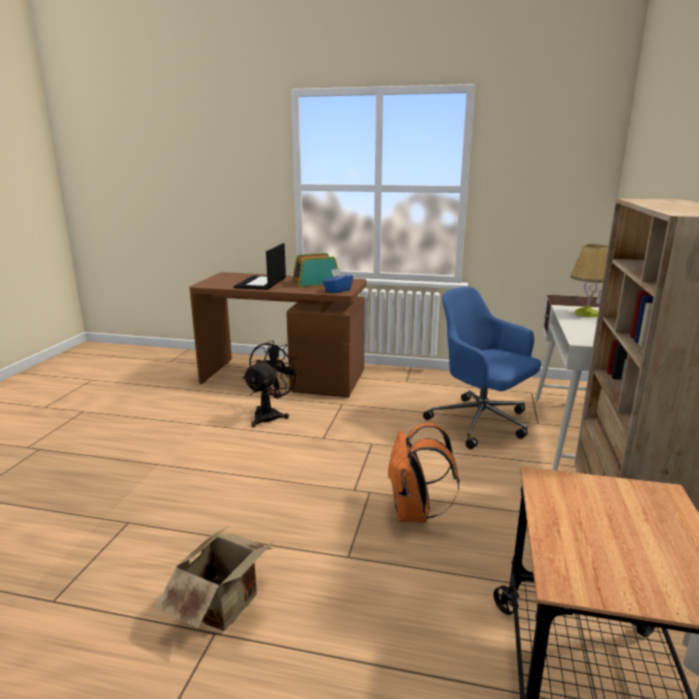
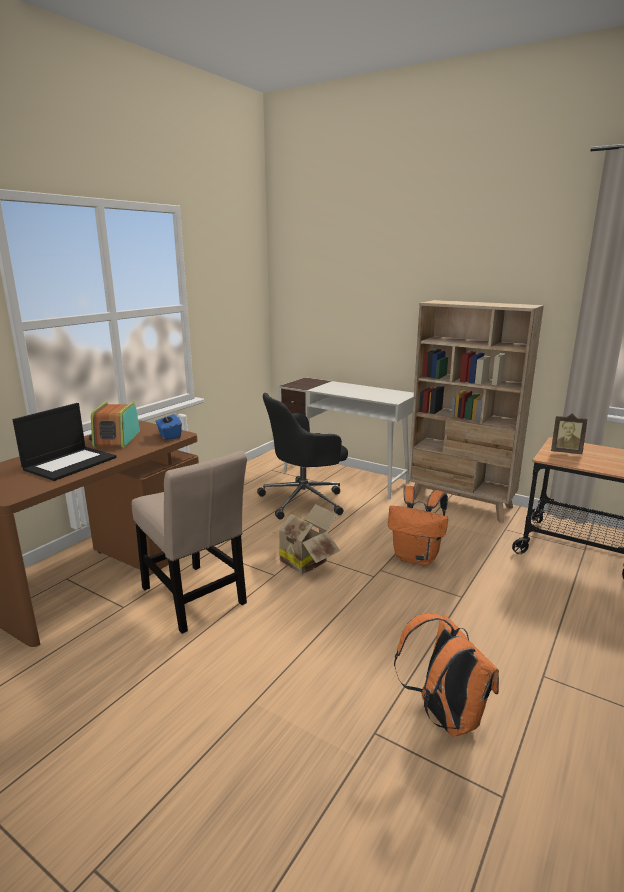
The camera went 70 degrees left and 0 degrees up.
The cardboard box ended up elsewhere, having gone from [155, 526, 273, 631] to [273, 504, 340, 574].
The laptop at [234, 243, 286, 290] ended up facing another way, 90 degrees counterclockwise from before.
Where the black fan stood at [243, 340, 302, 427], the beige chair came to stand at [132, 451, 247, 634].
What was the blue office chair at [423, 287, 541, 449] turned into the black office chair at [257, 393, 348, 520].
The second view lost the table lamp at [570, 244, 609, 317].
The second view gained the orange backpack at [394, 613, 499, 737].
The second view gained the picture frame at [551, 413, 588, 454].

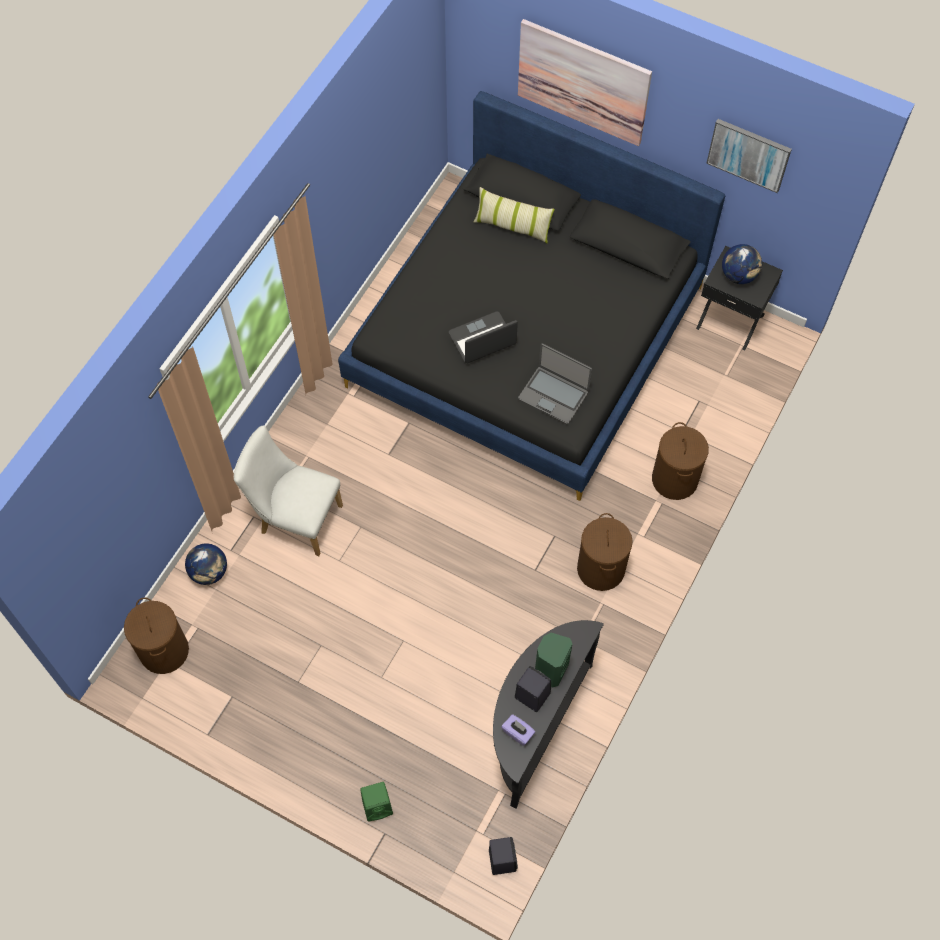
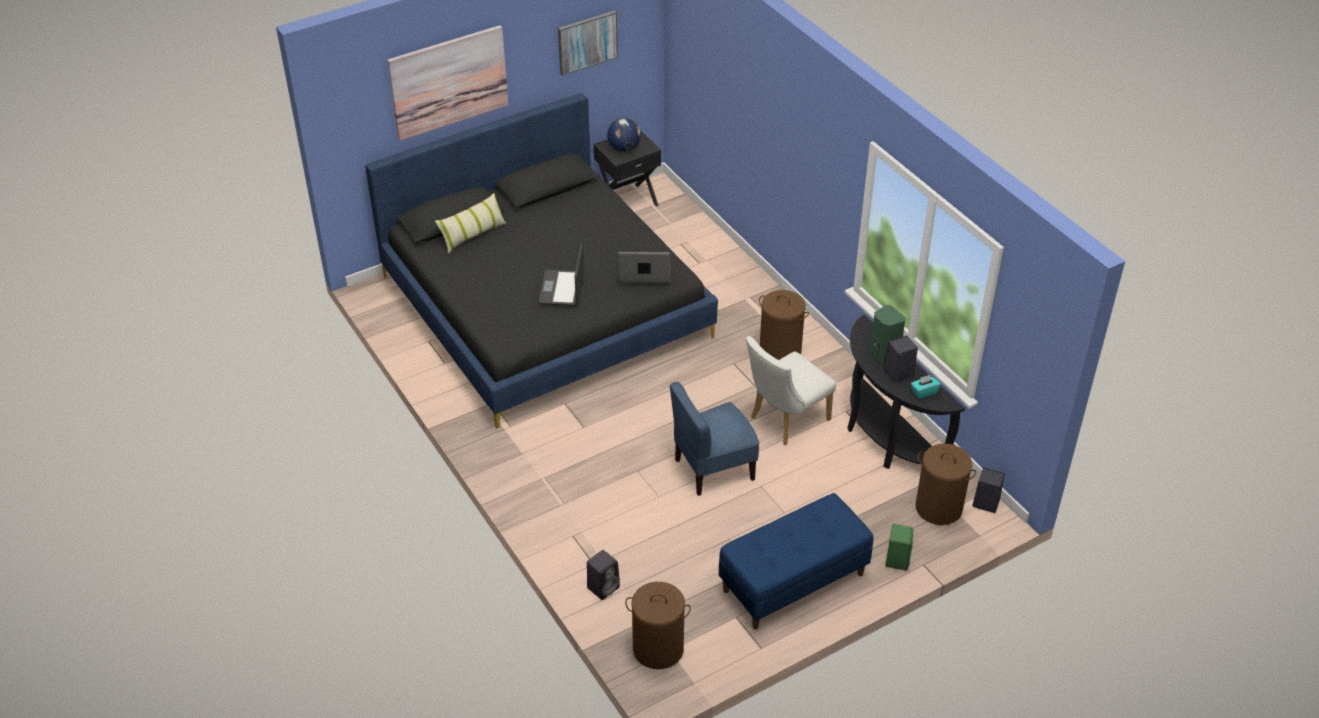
The camera went 60 degrees left and 20 degrees down.
Where the globe stood at [185, 544, 227, 585], the black speaker came to stand at [587, 550, 620, 600].
The white chair ended up elsewhere, having gone from [233, 425, 343, 556] to [746, 336, 836, 445].
What was the purple tissue box at [501, 714, 535, 746] turned into the turquoise tissue box at [911, 375, 941, 399].
The laptop at [518, 343, 592, 424] ended up facing another way, 150 degrees counterclockwise from before.
The brown laundry basket ended up elsewhere, having gone from [652, 422, 709, 500] to [915, 444, 976, 525].
The second view gained the blue chair at [670, 382, 759, 496].
The second view gained the blue bench at [719, 493, 873, 629].

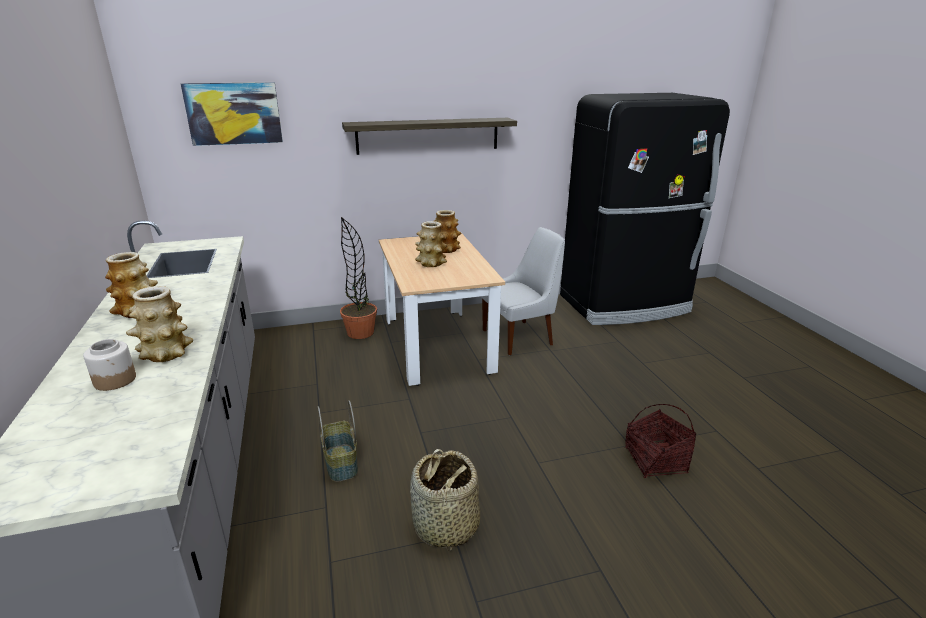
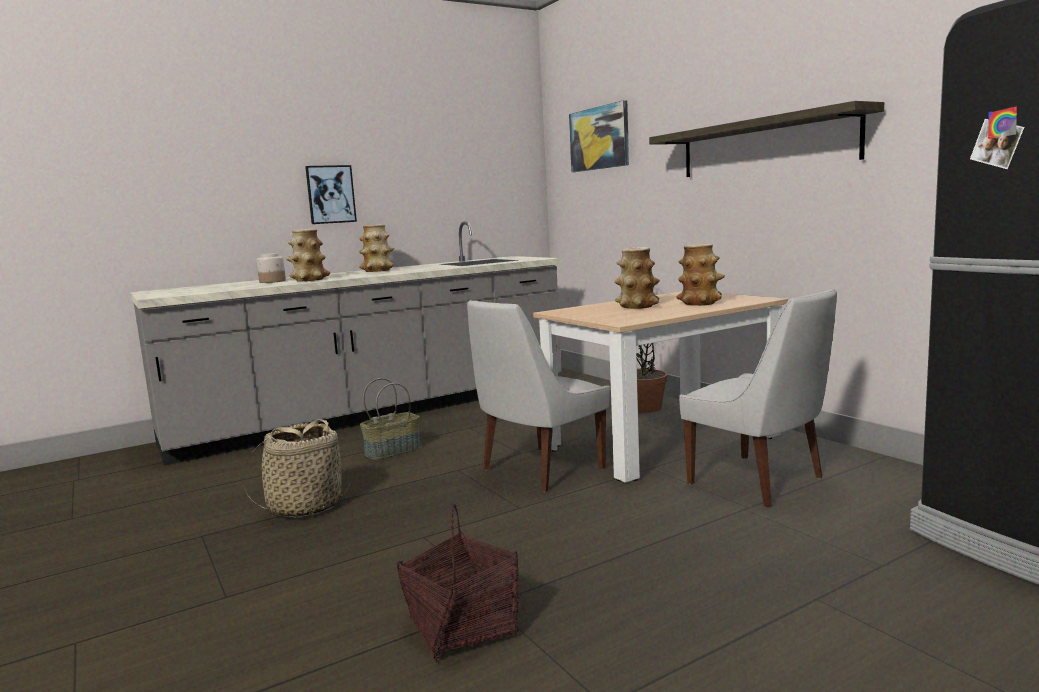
The camera went 75 degrees right and 15 degrees down.
The second view gained the picture at [305, 165, 357, 224].
The second view gained the white chair at [467, 300, 610, 492].

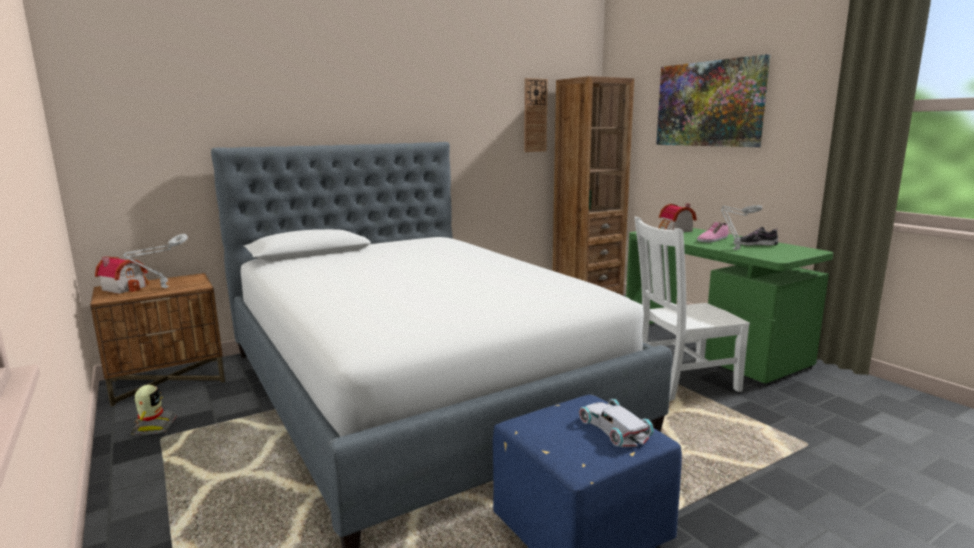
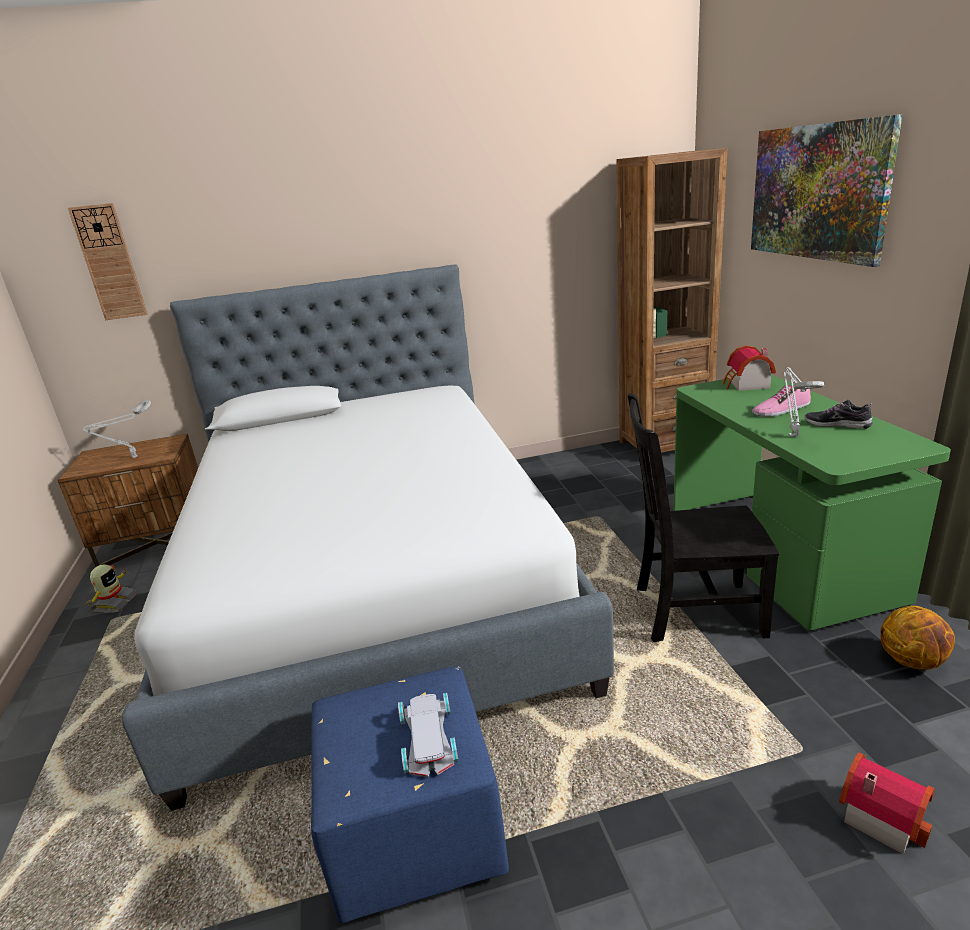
The camera went 20 degrees right and 10 degrees up.
The toy house ended up elsewhere, having gone from [95, 256, 149, 294] to [839, 752, 935, 854].
The wall clock ended up elsewhere, having gone from [524, 78, 548, 152] to [68, 203, 148, 320].
What was the white chair at [634, 217, 750, 401] turned into the black chair at [628, 393, 779, 642].
The second view gained the basketball at [880, 606, 955, 670].

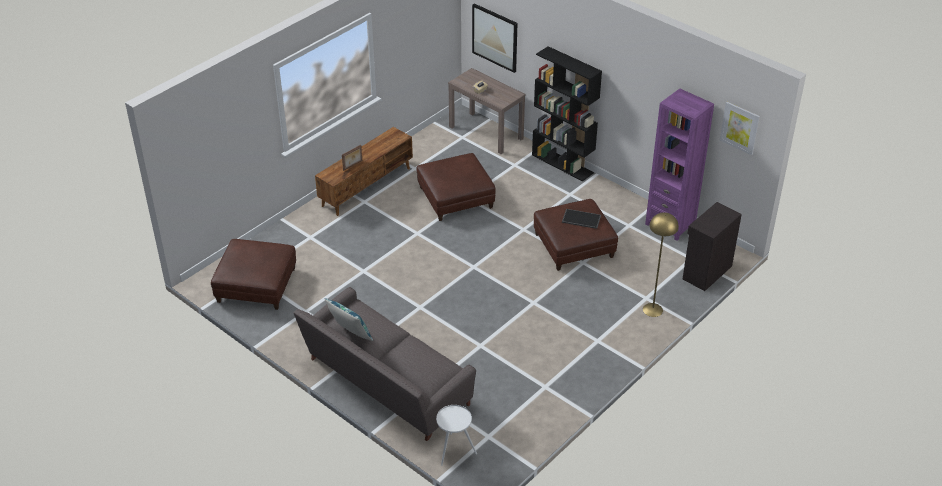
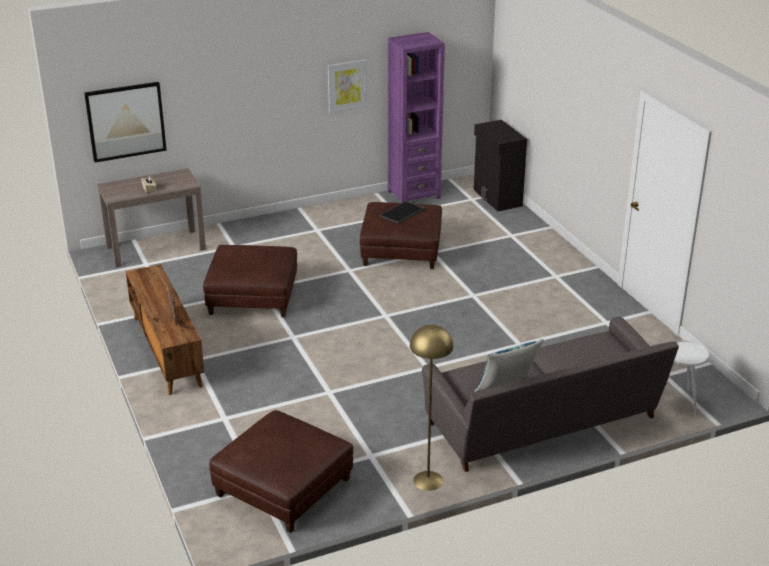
The camera went 65 degrees left and 10 degrees down.
The second view lost the black bookcase at [532, 46, 602, 182].
The yellow floor lamp ended up elsewhere, having gone from [643, 212, 679, 317] to [410, 325, 453, 491].
The picture ended up elsewhere, having gone from [720, 102, 760, 155] to [328, 60, 367, 113].

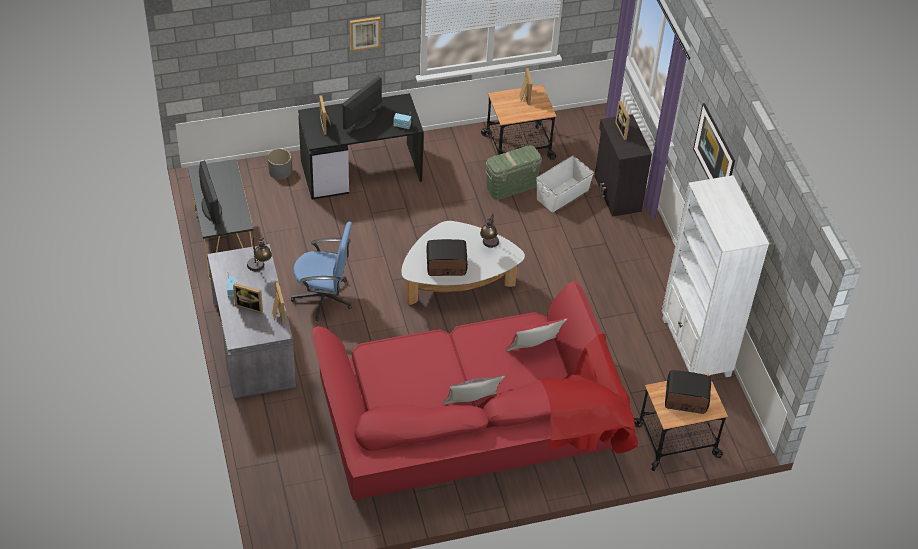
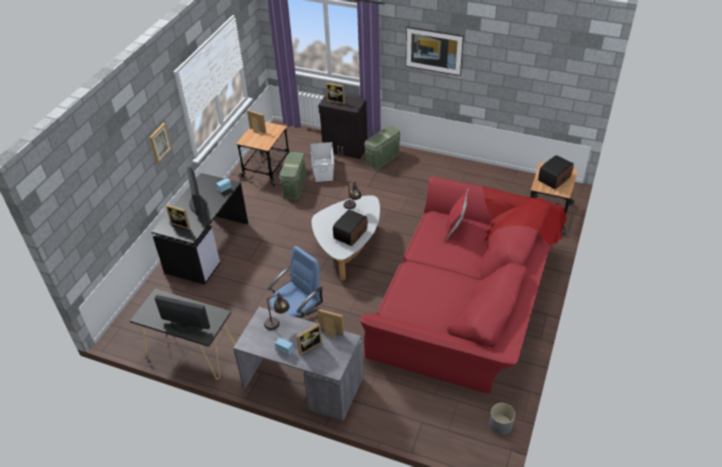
The camera went 50 degrees left and 5 degrees down.
The grey planter ended up elsewhere, having gone from [267, 149, 291, 180] to [489, 403, 515, 435].
The second view lost the grey pillow at [443, 375, 505, 404].
The second view lost the white bookcase at [662, 175, 769, 377].
The second view gained the green storage box at [364, 126, 400, 170].

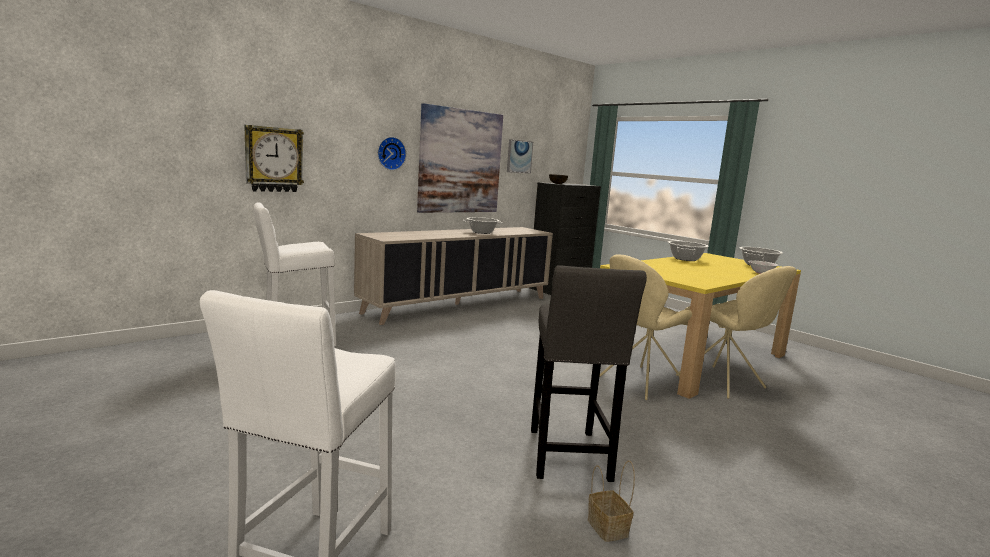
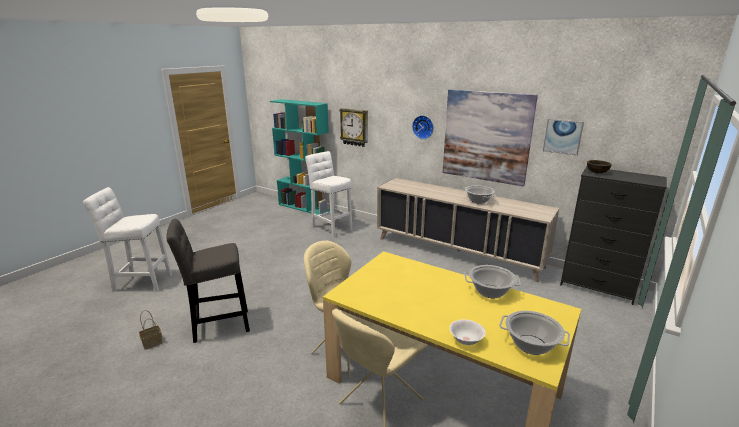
The camera went 75 degrees right and 10 degrees up.
The second view gained the turquoise bookcase at [270, 99, 330, 215].

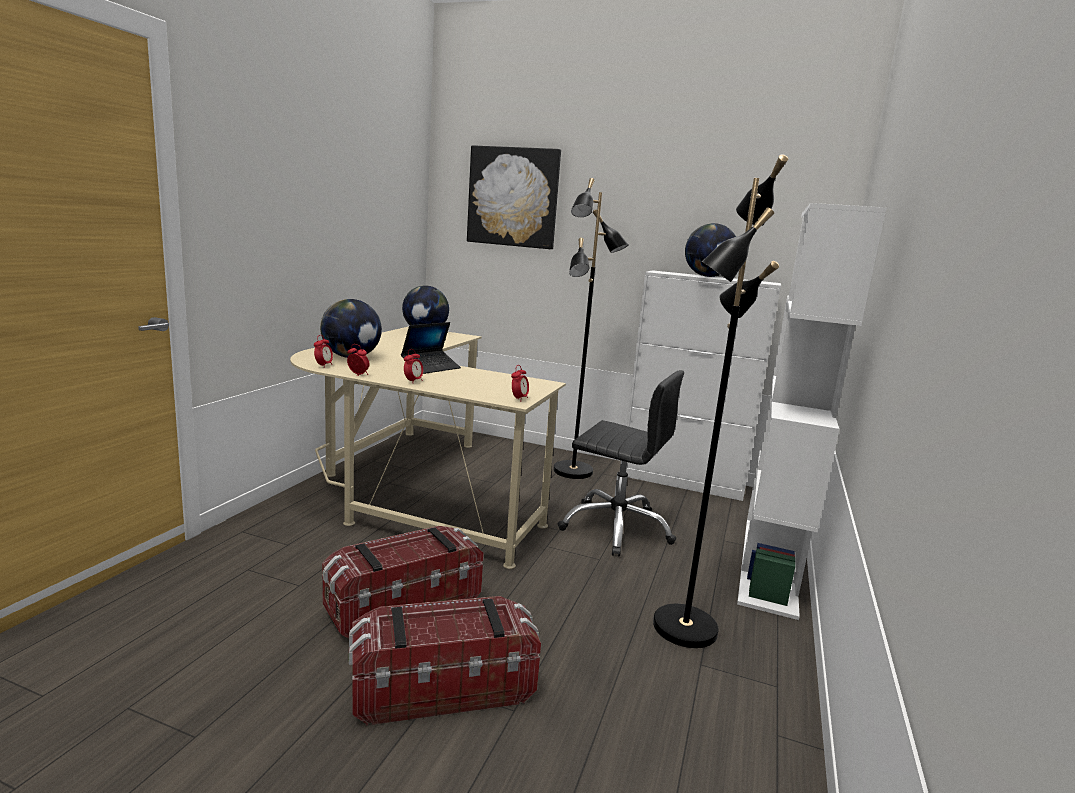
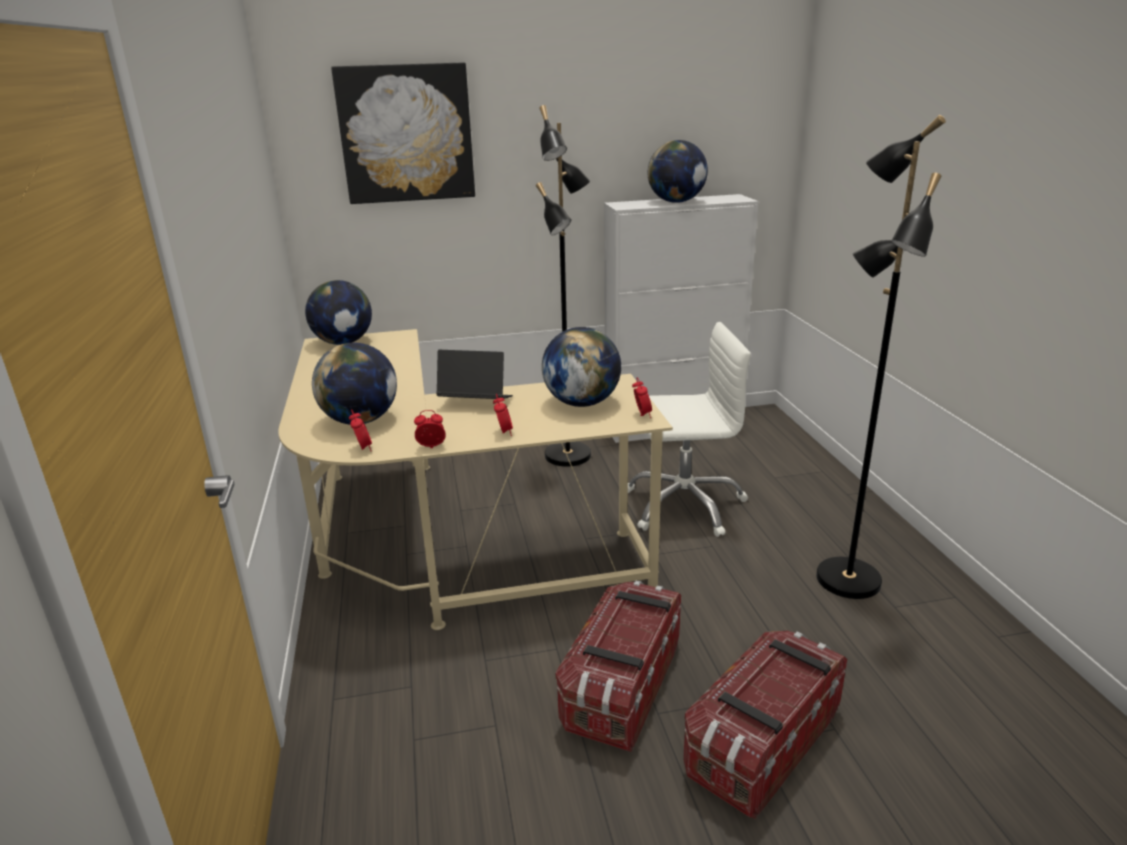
The camera went 30 degrees left and 10 degrees up.
The laptop at [401, 322, 461, 374] ended up facing another way, 90 degrees counterclockwise from before.
What was the black office chair at [558, 370, 684, 557] turned into the white office chair at [628, 322, 751, 537].
The second view lost the white bookcase at [737, 203, 886, 620].
The second view gained the globe at [542, 327, 621, 407].

